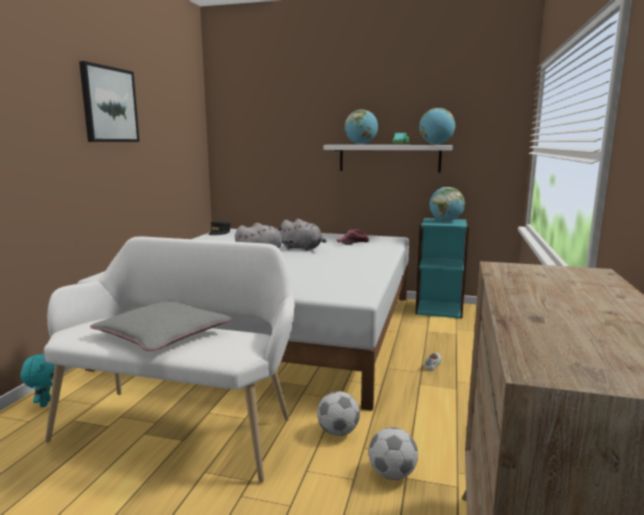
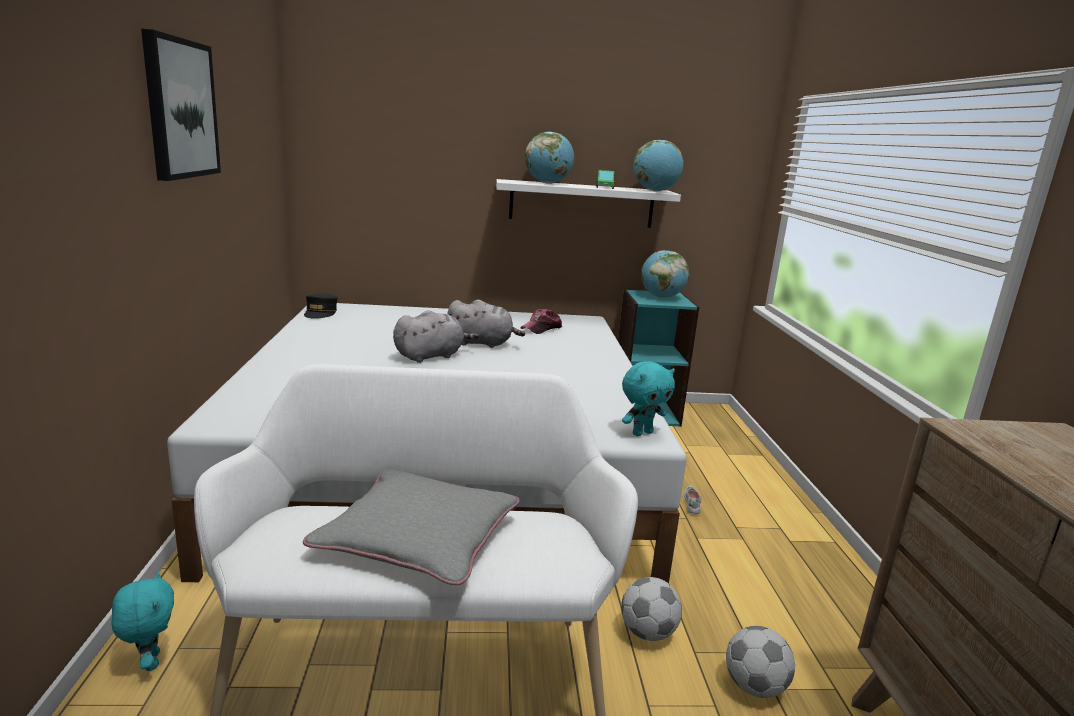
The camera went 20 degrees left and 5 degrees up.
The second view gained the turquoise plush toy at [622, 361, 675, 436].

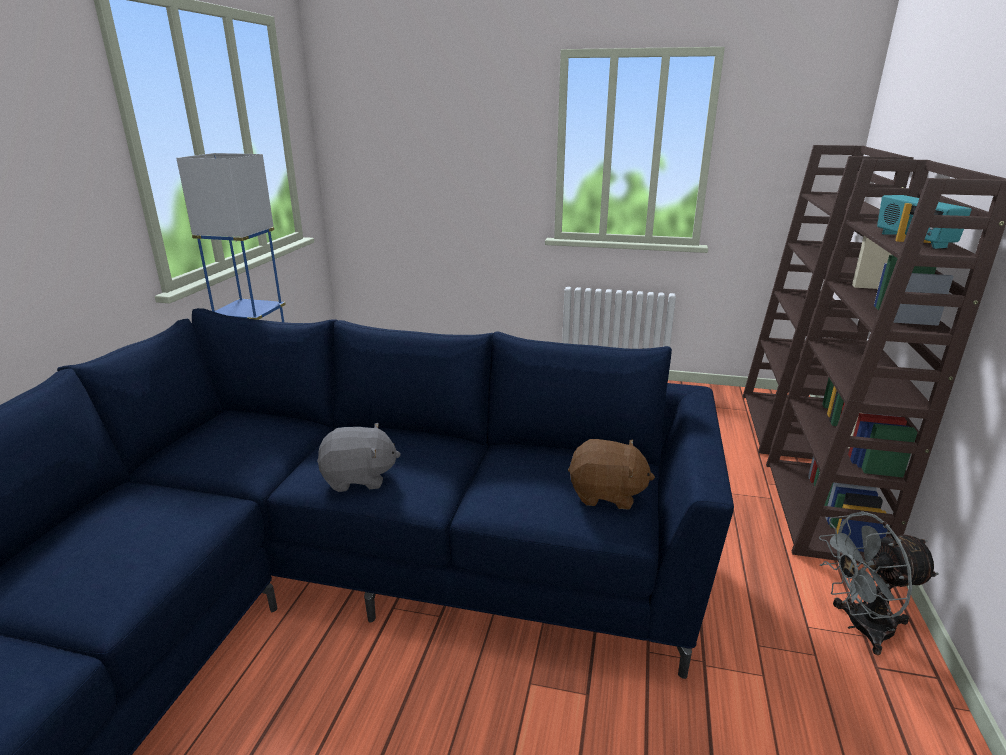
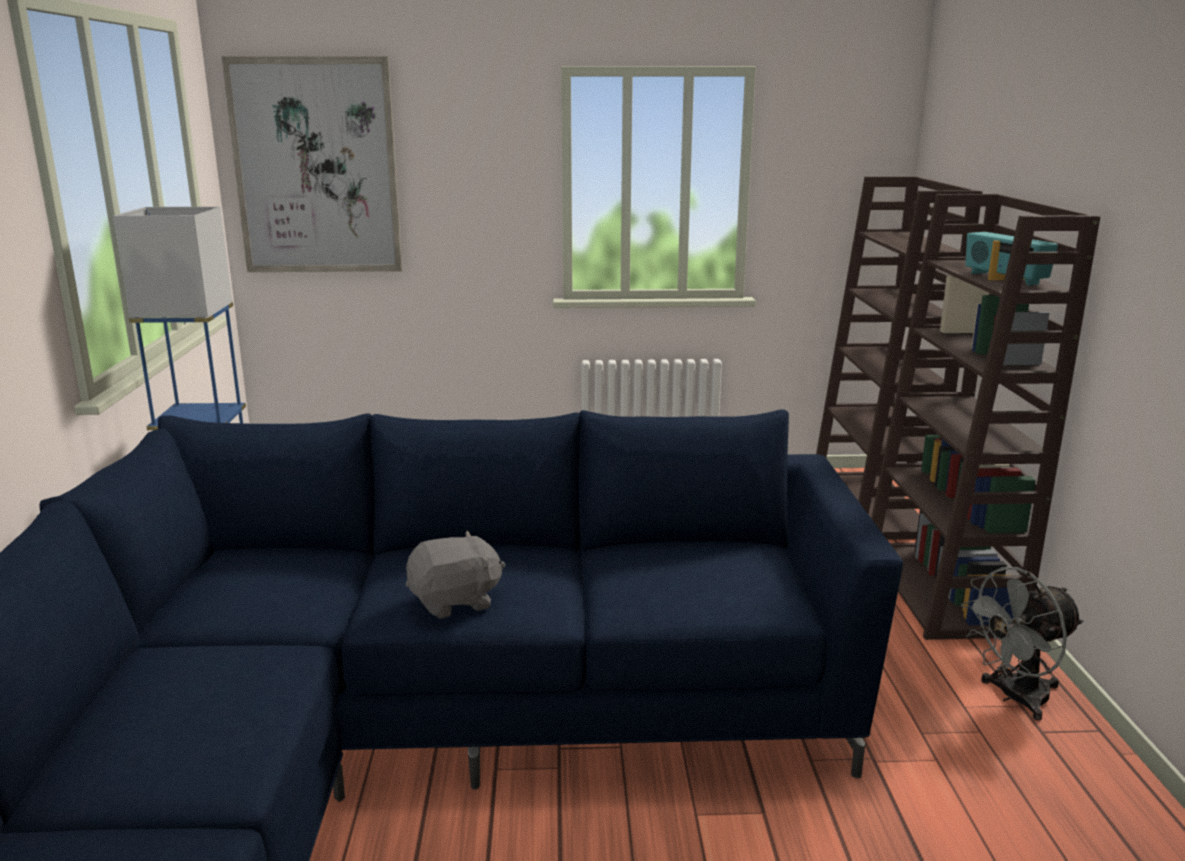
The camera went 15 degrees left and 5 degrees down.
The second view lost the brown plush toy at [568, 439, 655, 510].
The second view gained the picture at [222, 56, 402, 272].

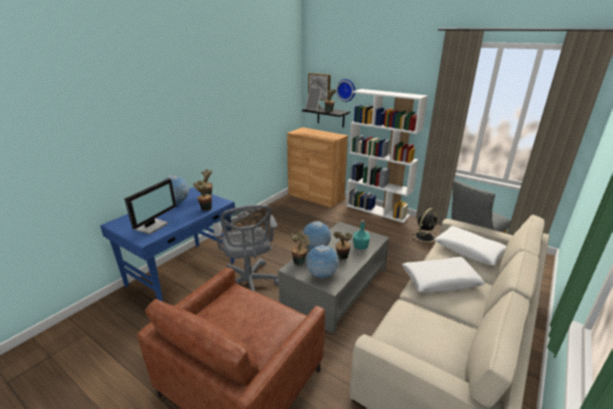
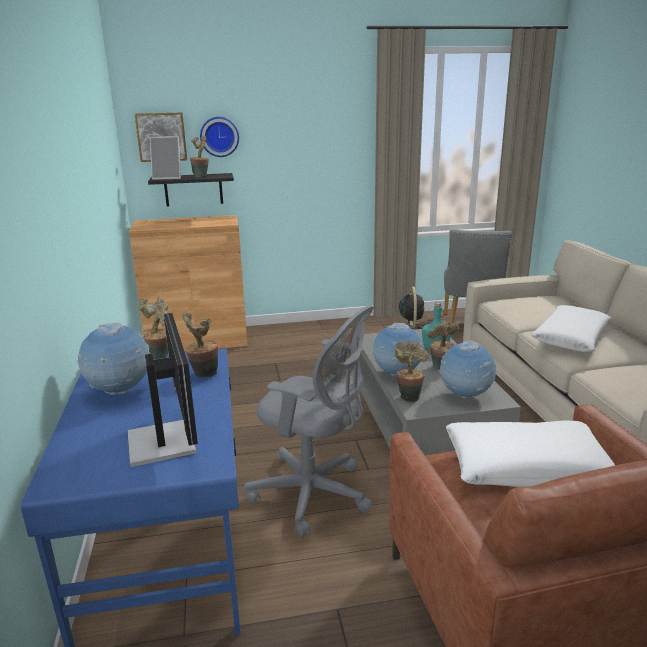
The camera went 45 degrees left and 5 degrees down.
The second view lost the white bookcase at [346, 89, 428, 223].
The white pillow ended up elsewhere, having gone from [434, 226, 506, 265] to [446, 421, 615, 487].

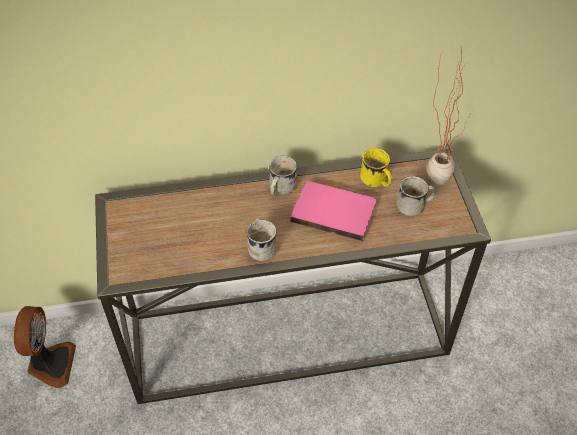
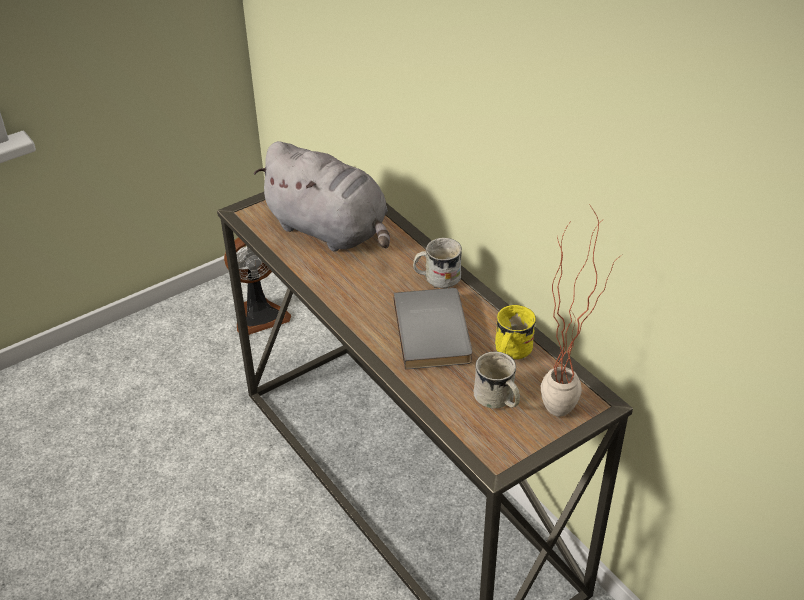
The camera went 65 degrees right and 10 degrees down.
The second view lost the white mug at [246, 218, 277, 261].
What was the pink book at [290, 181, 376, 241] turned into the grey book at [393, 288, 472, 370].
The second view gained the grey plush toy at [254, 141, 390, 252].

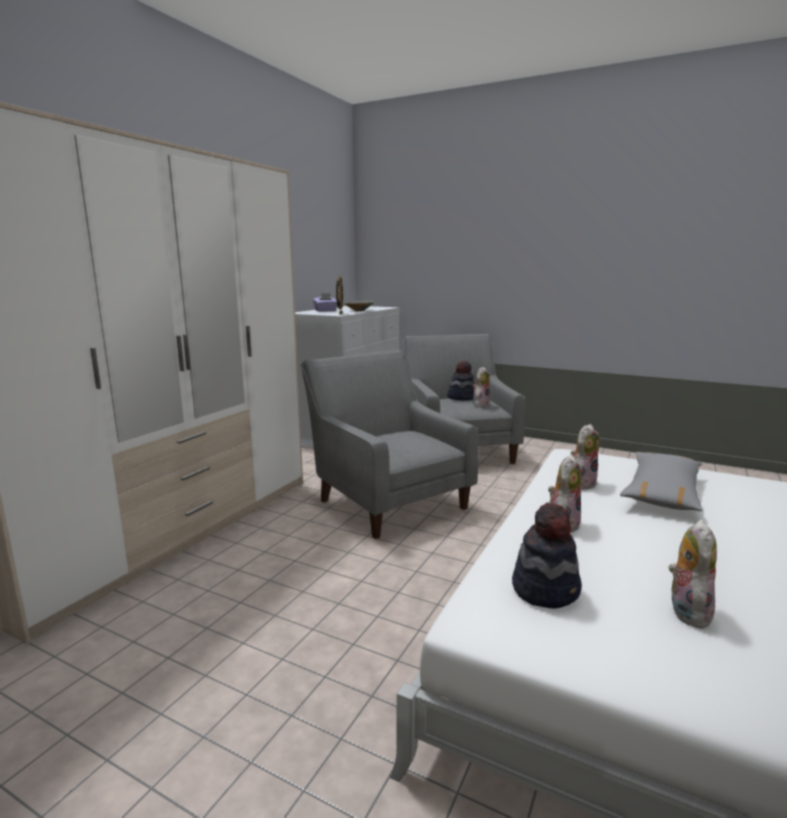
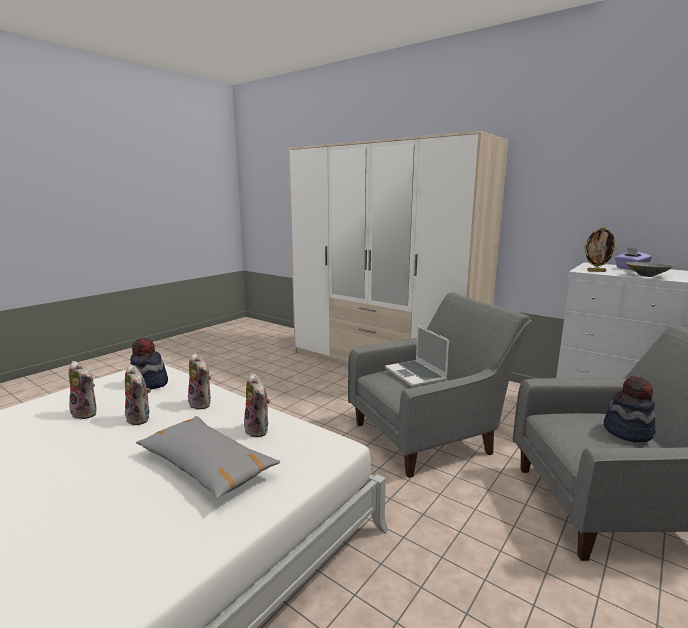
The camera went 100 degrees right and 0 degrees up.
The plush toy ended up elsewhere, having gone from [473, 367, 490, 407] to [125, 364, 151, 425].
The second view gained the laptop at [385, 325, 449, 387].

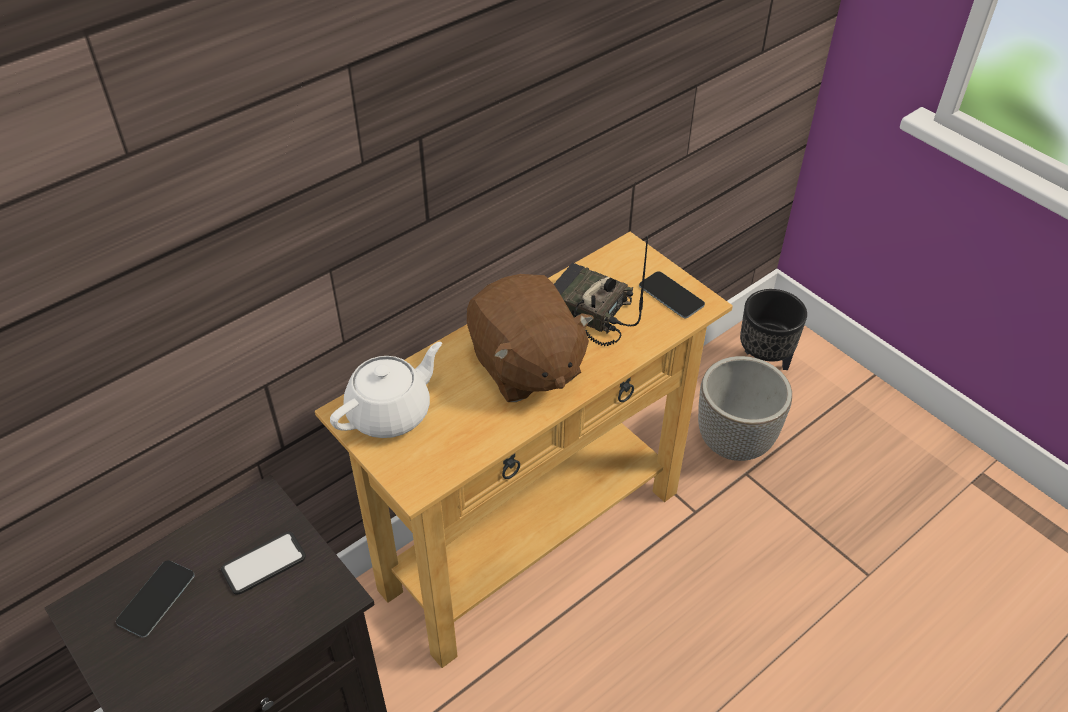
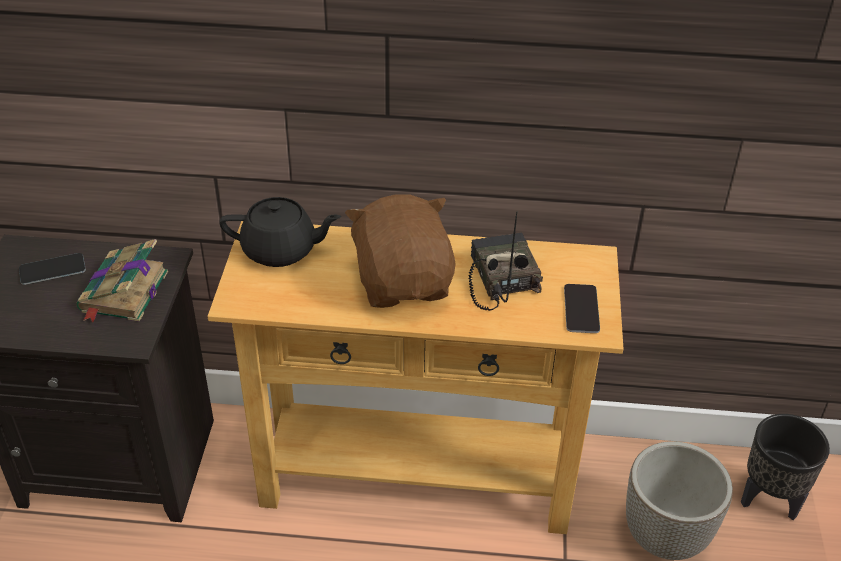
The camera went 45 degrees right and 5 degrees down.
Where the phone stood at [221, 532, 306, 594], the book came to stand at [76, 239, 168, 323].
What was the white teapot at [330, 342, 442, 438] turned into the black teapot at [219, 197, 341, 267].
The brown plush toy at [467, 274, 594, 402] ended up facing another way, 150 degrees clockwise from before.

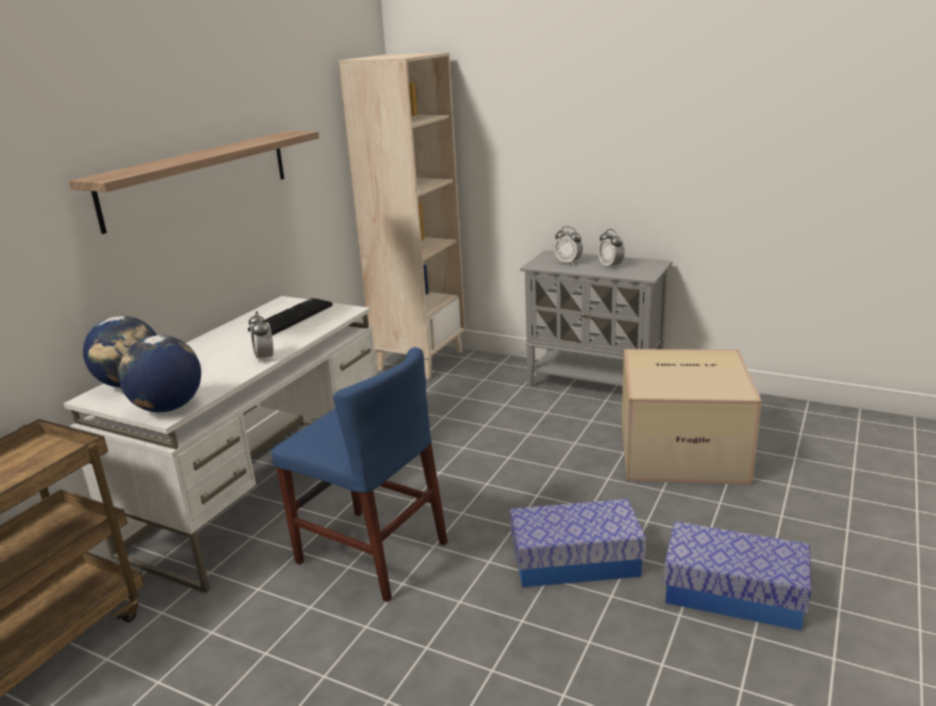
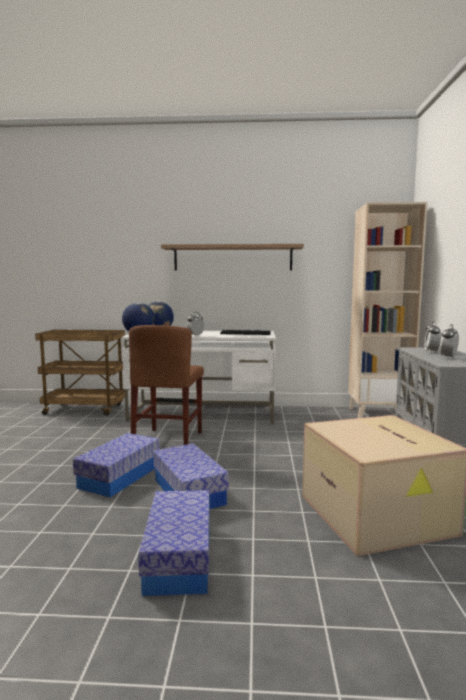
The camera went 65 degrees right and 15 degrees down.
What was the blue chair at [271, 347, 448, 602] turned into the brown chair at [129, 325, 204, 445].
The second view gained the storage box at [73, 433, 160, 497].

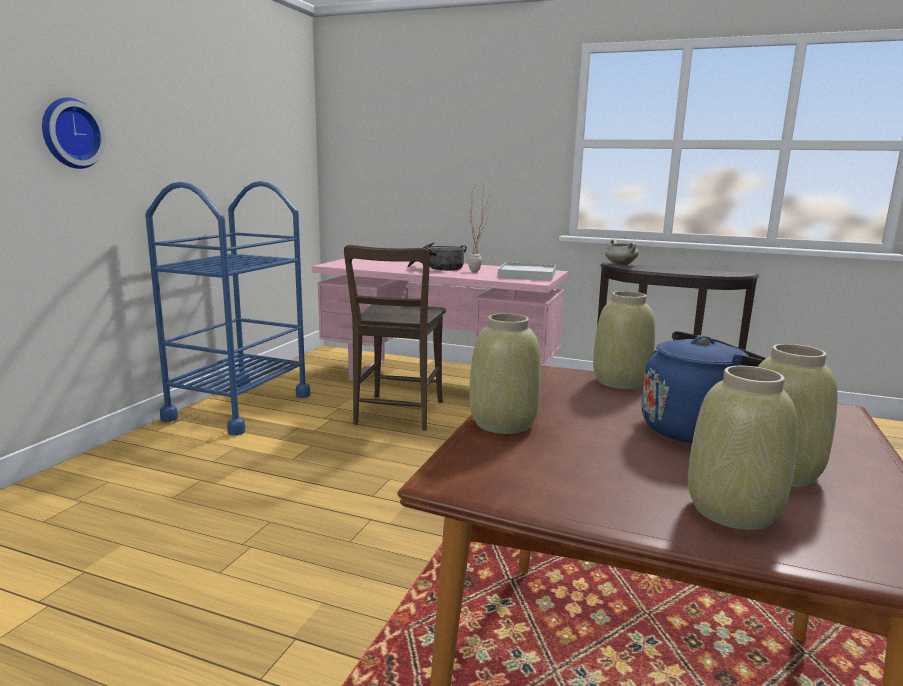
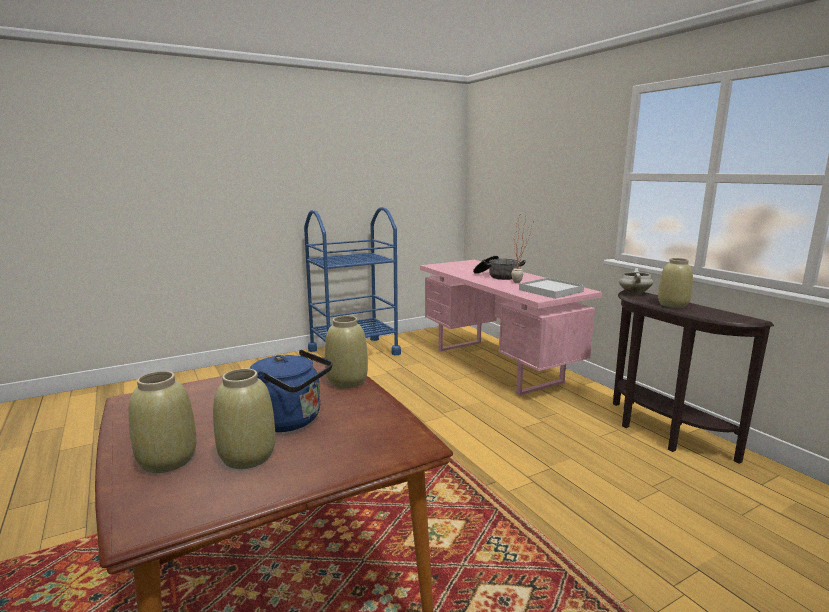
The camera went 40 degrees right and 0 degrees up.
The second view lost the wall clock at [42, 97, 106, 169].
The second view lost the brown chair at [344, 245, 446, 431].
The beige vase ended up elsewhere, having gone from [470, 313, 541, 434] to [658, 258, 693, 308].

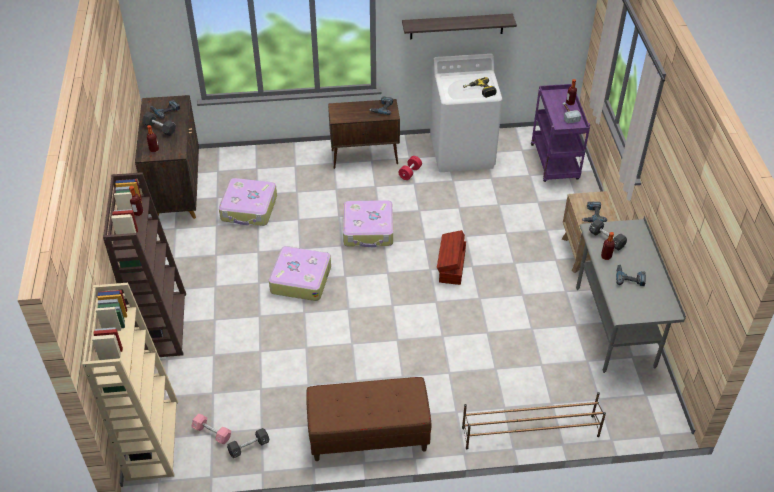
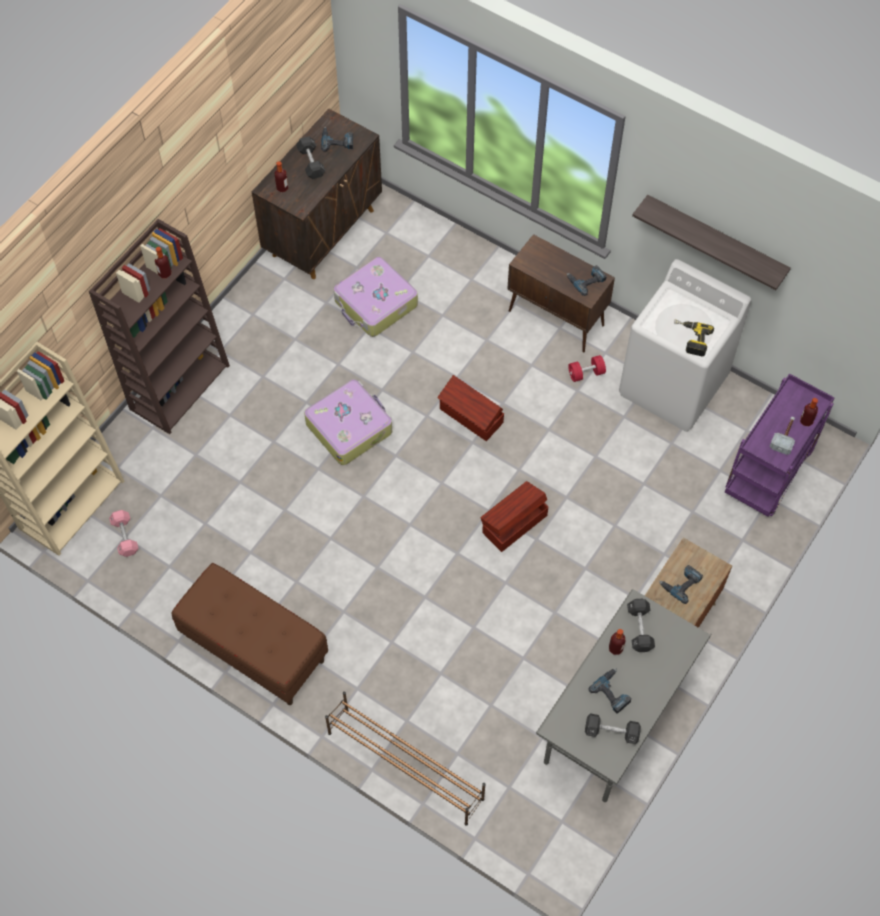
The camera went 40 degrees right and 15 degrees up.
The black dumbbell ended up elsewhere, having gone from [227, 428, 269, 458] to [585, 713, 641, 744].
Where the suitcase stood at [343, 200, 393, 248], the brown storage box came to stand at [437, 375, 504, 441].

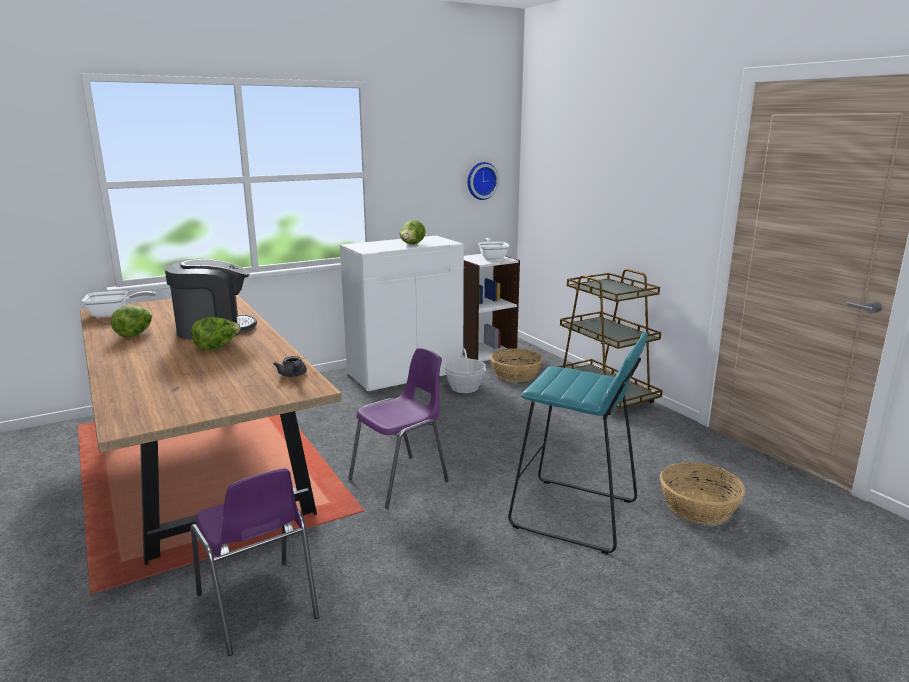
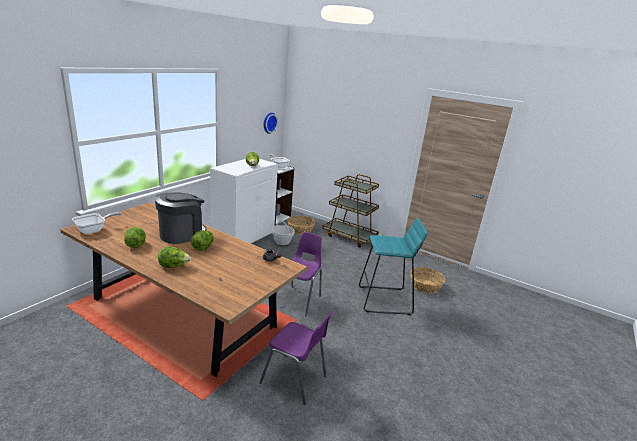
The camera went 30 degrees left and 5 degrees up.
The second view gained the lettuce at [158, 247, 191, 268].

